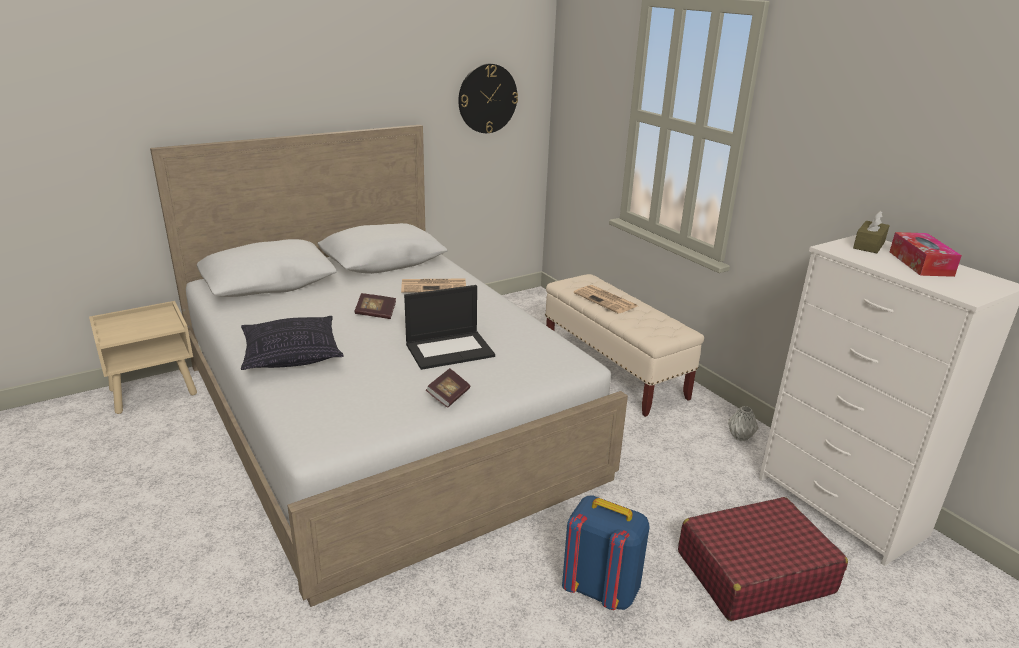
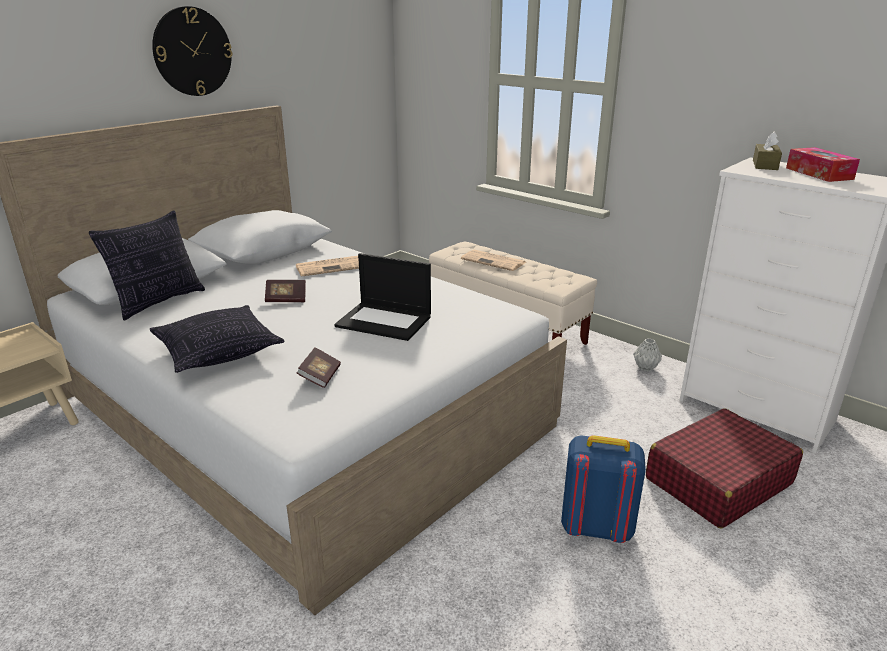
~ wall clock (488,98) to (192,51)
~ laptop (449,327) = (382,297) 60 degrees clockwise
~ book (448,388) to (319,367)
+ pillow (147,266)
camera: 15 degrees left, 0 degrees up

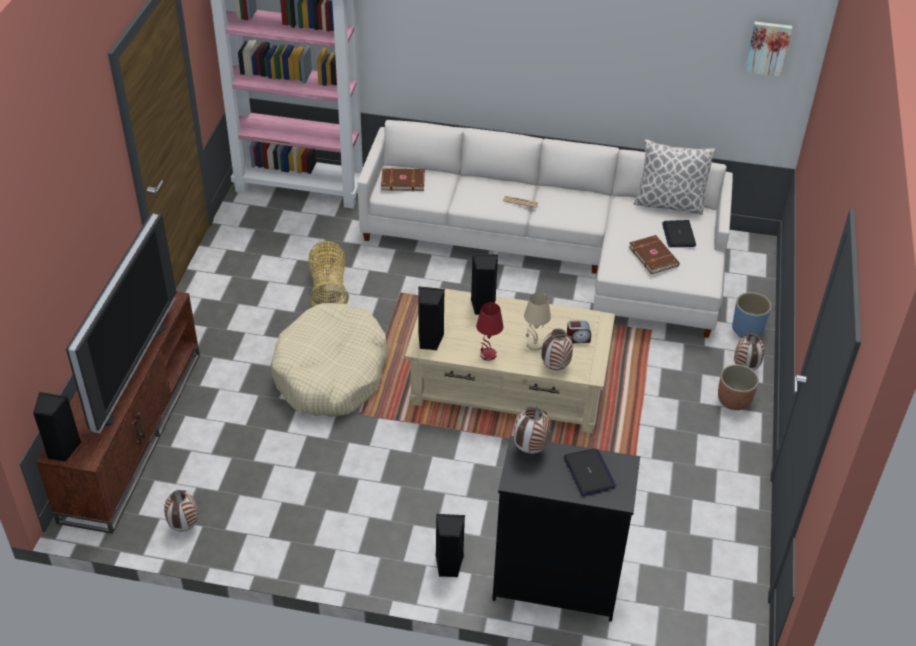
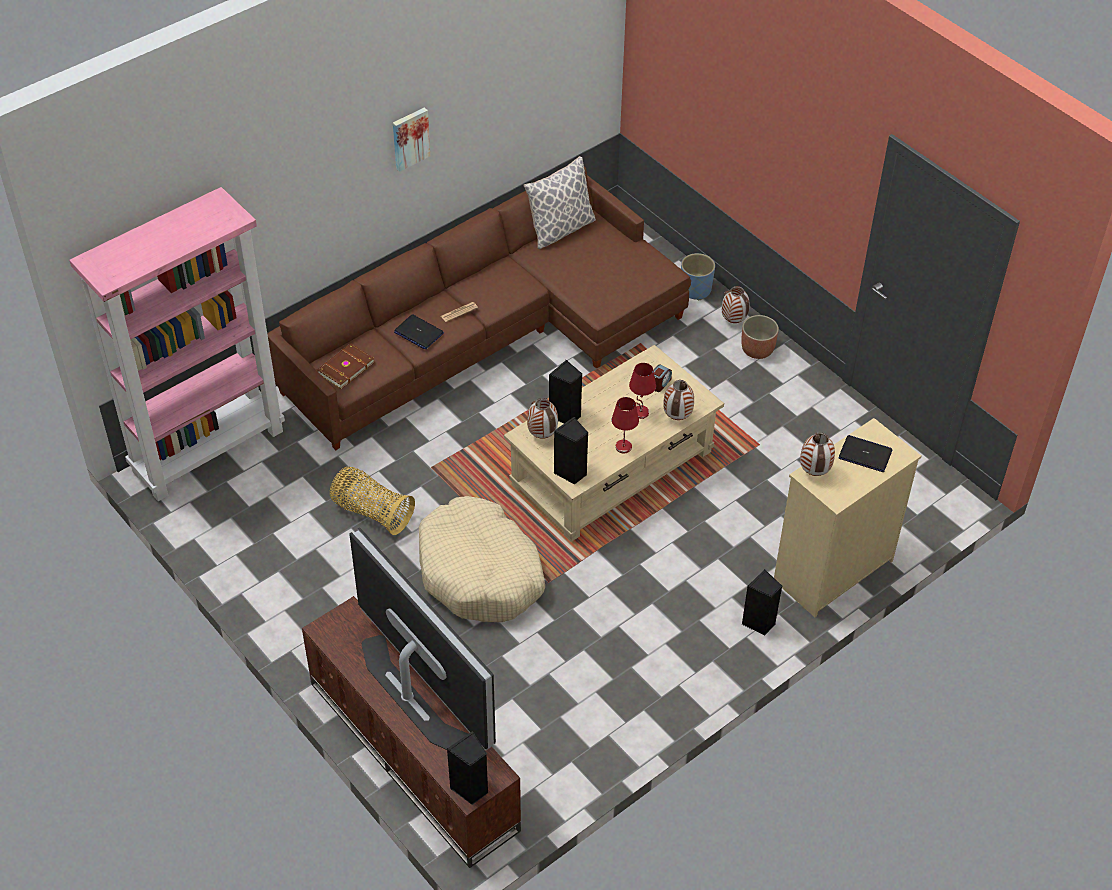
~ picture (768,49) to (411,139)
~ white sofa (545,229) to brown sofa (479,308)
~ laptop (679,233) to (419,331)
- brown book (654,254)
~ beige table lamp (537,322) to red table lamp (642,391)
~ black dresser (566,529) to beige dresser (847,517)
~ vase (181,510) to (542,418)
camera: 50 degrees left, 5 degrees up

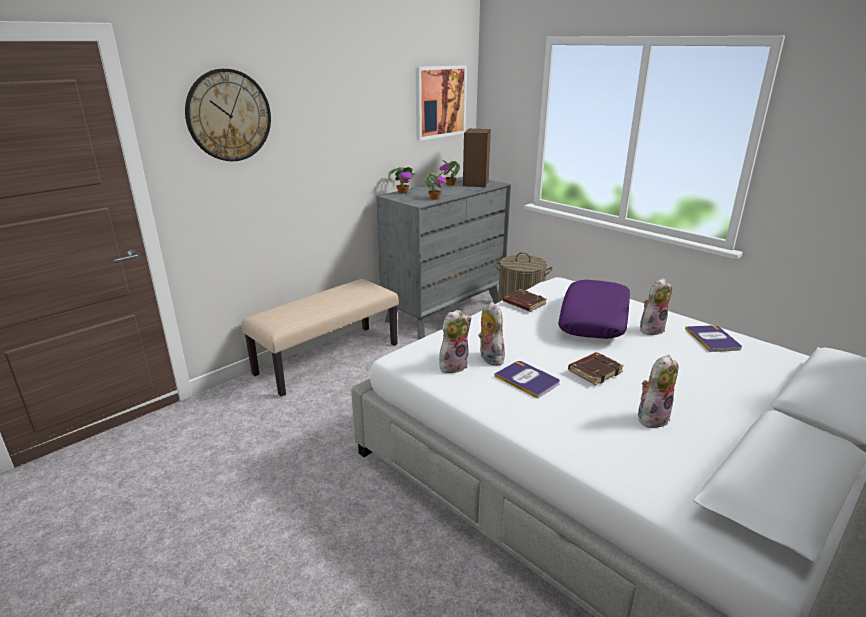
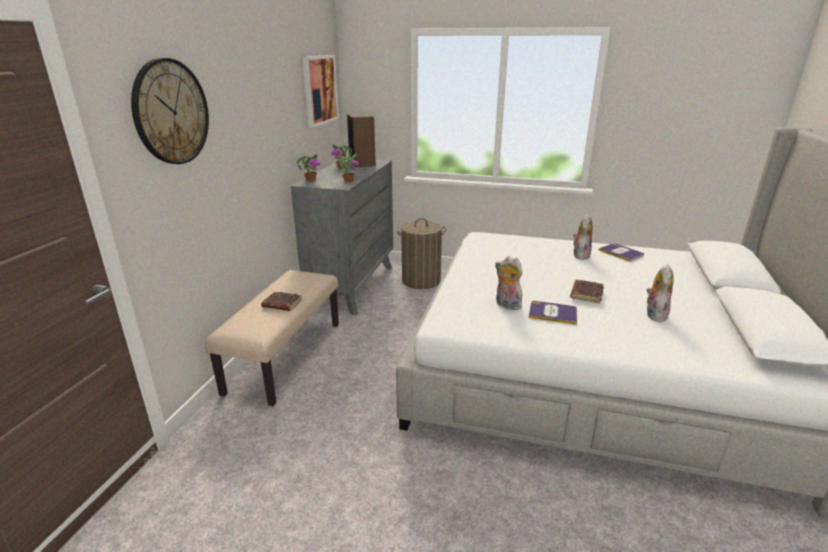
- purple pillow (594,309)
~ brown book (525,300) to (281,301)
- plush toy (455,341)
camera: 30 degrees left, 0 degrees up

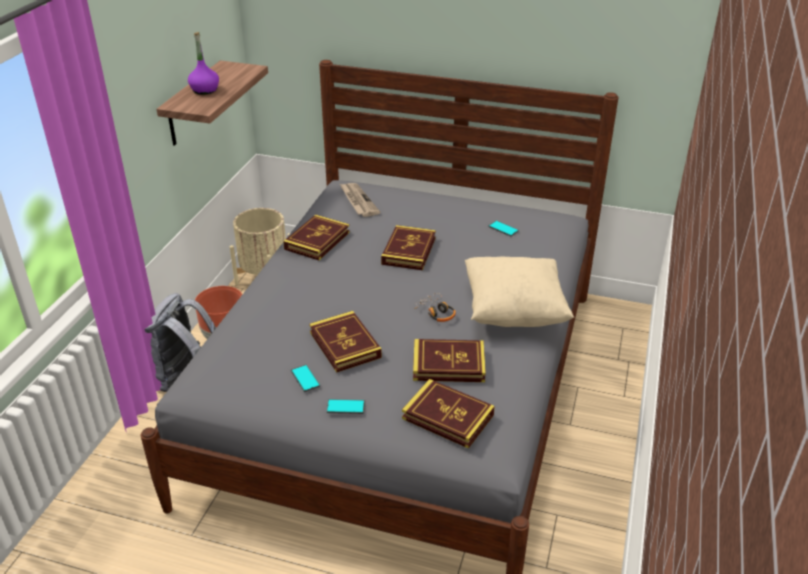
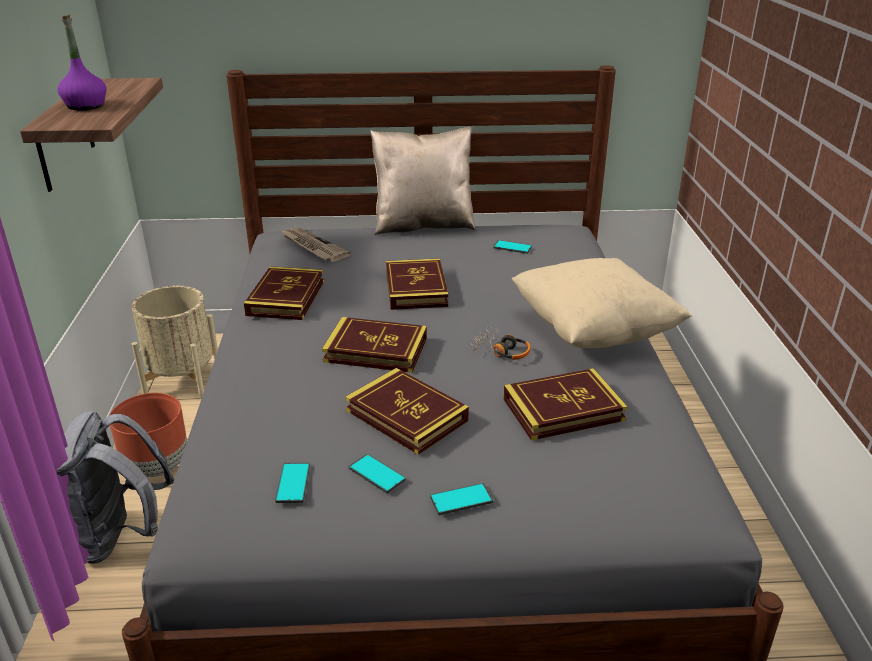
~ book (448,414) to (374,345)
+ beige pillow (423,181)
+ phone (292,483)
camera: 20 degrees left, 5 degrees down

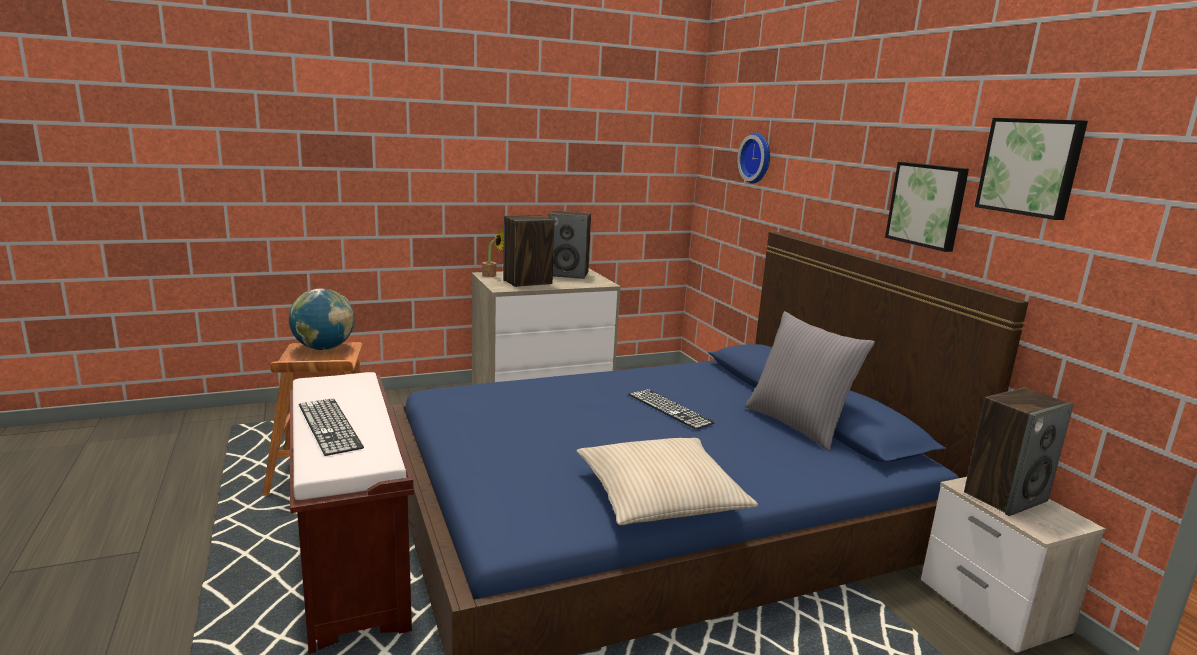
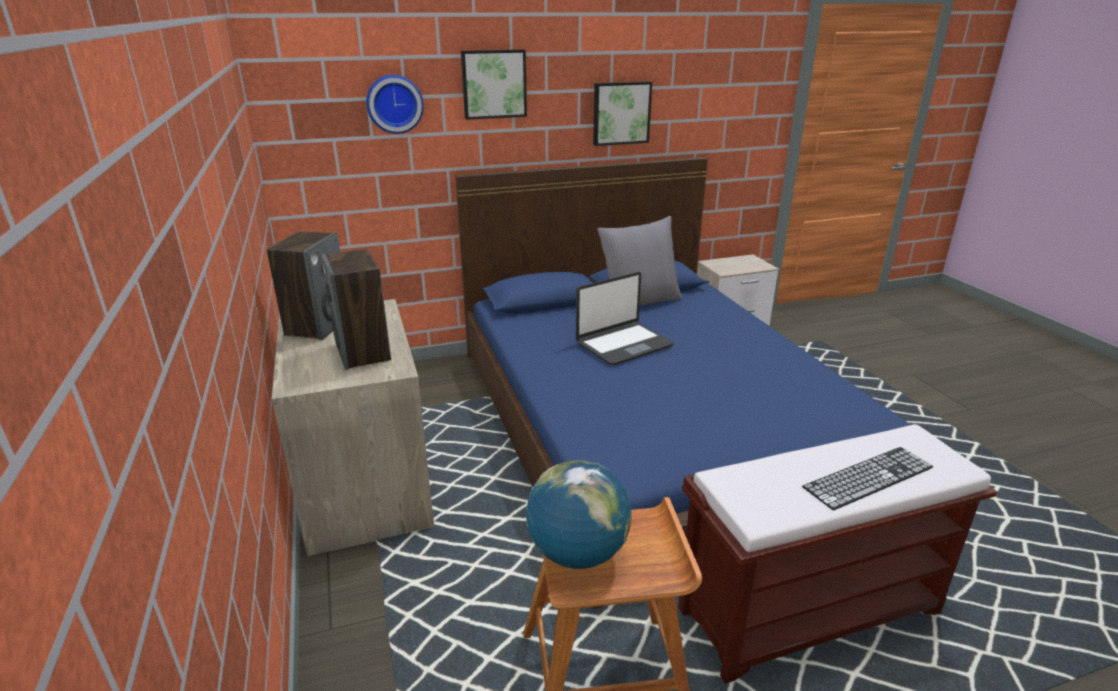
~ picture (1031,169) to (494,84)
- potted plant (493,253)
- speaker (1019,452)
~ keyboard (672,409) to laptop (625,318)
- beige pillow (667,481)
camera: 85 degrees left, 10 degrees up

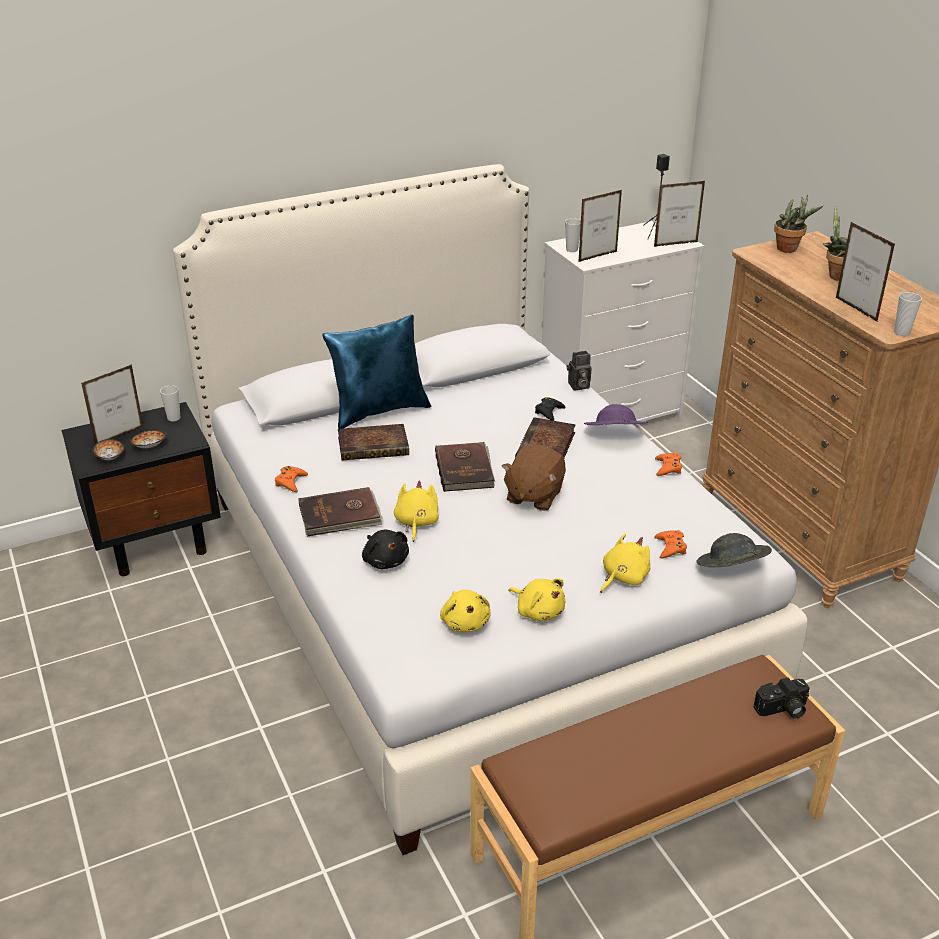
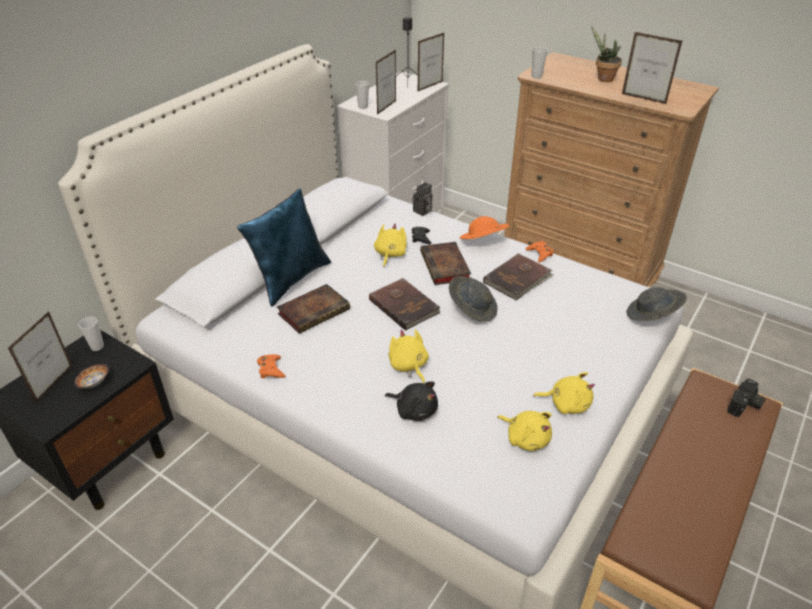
- potted plant (798,224)
~ cup (908,314) to (540,63)
~ purple hat (616,414) to orange hat (484,227)
- bowl (108,449)
~ brown plush toy (534,478) to grey hat (473,299)
~ brown book (340,512) to (518,277)
- orange game controller (670,544)
~ yellow plush toy (625,563) to (390,245)
camera: 30 degrees left, 5 degrees up

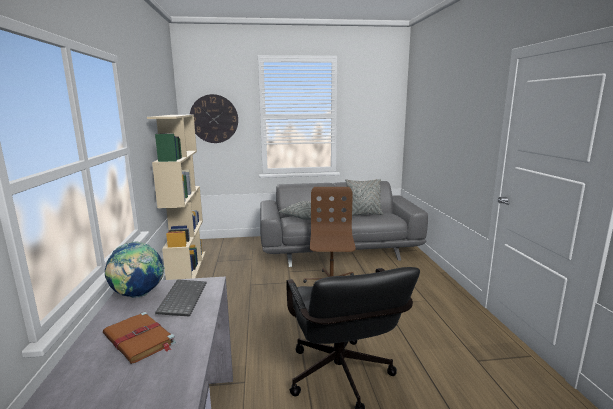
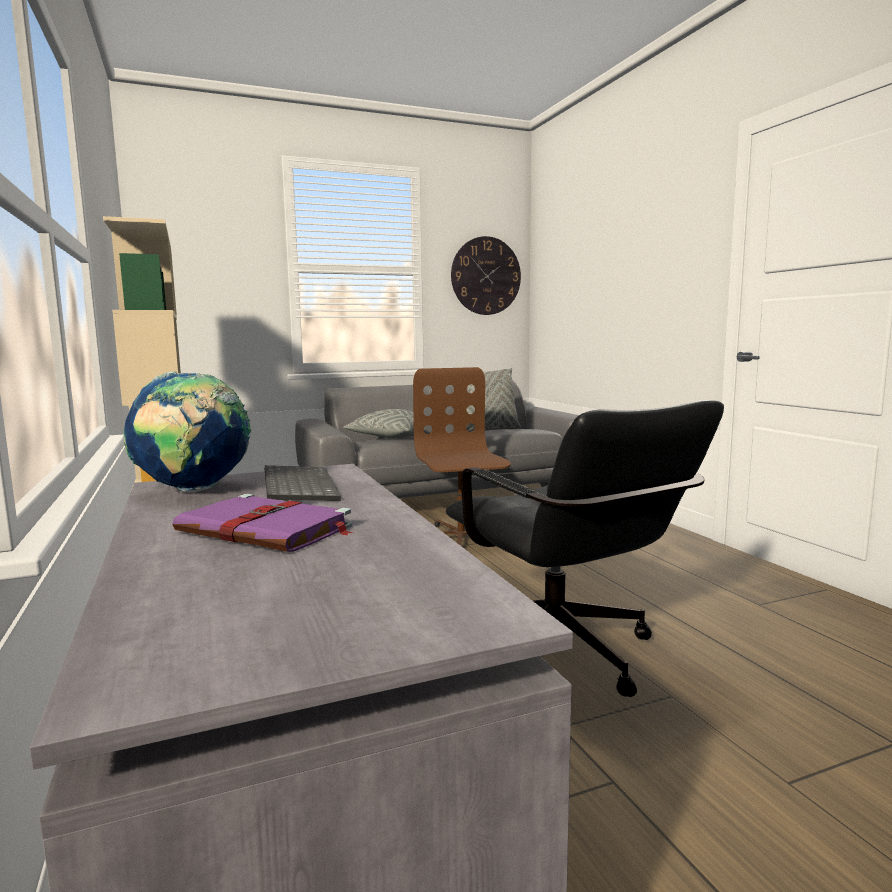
~ wall clock (214,118) to (486,275)
~ brown book (139,338) to purple book (263,523)
camera: 15 degrees left, 5 degrees down

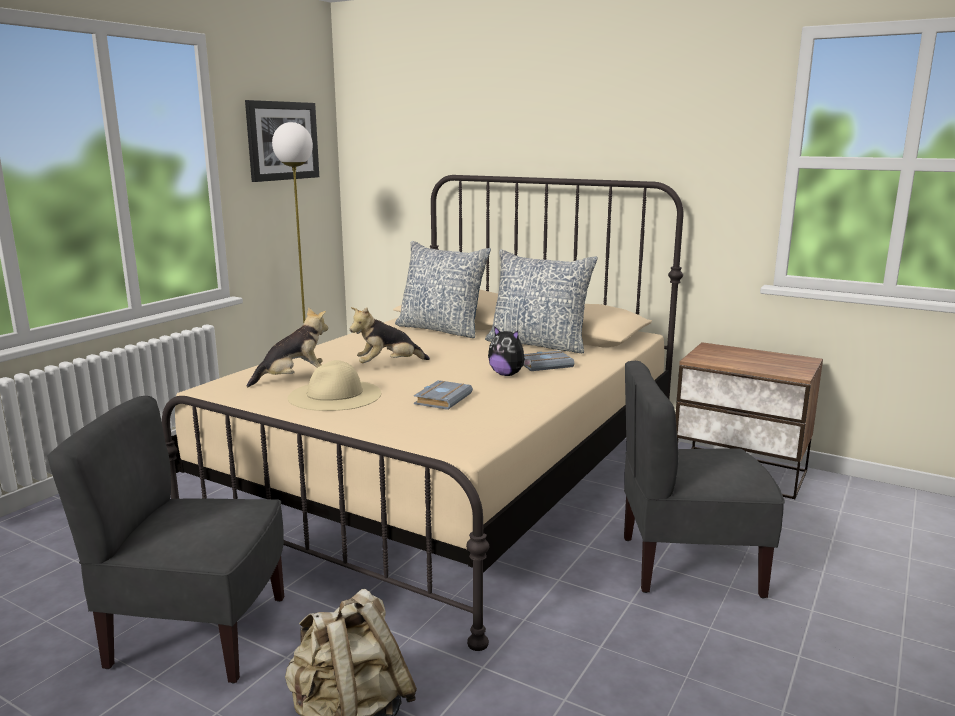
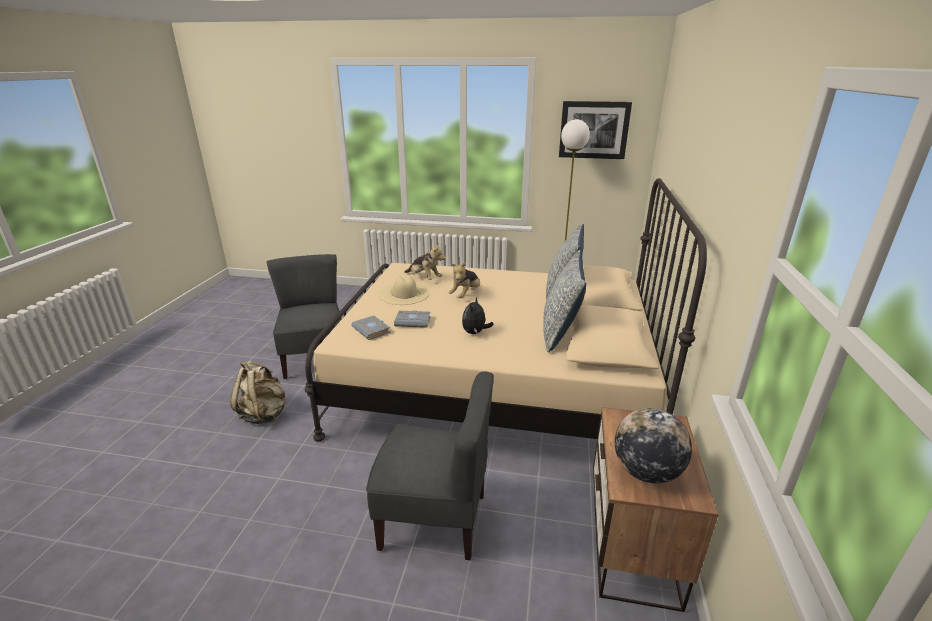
~ plush toy (390,335) = (464,280) 105 degrees counterclockwise
~ grey book (549,361) to (371,327)
~ grey chair (704,480) = (430,466) 120 degrees clockwise
+ globe (653,445)
camera: 70 degrees right, 10 degrees up

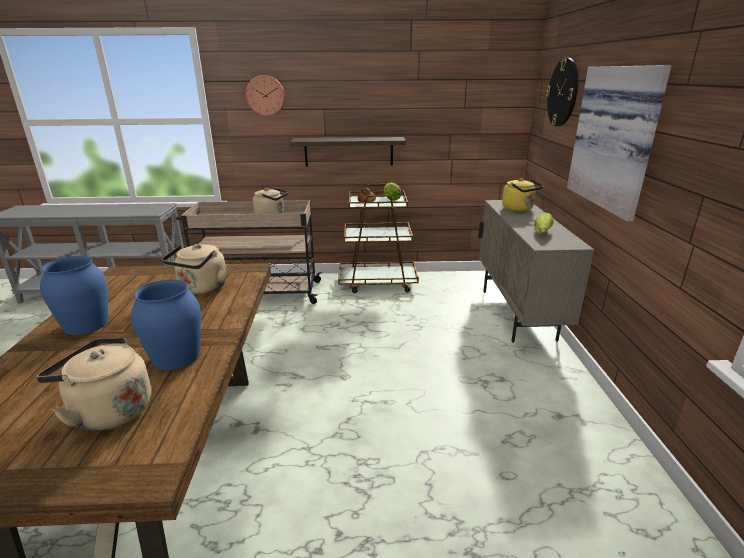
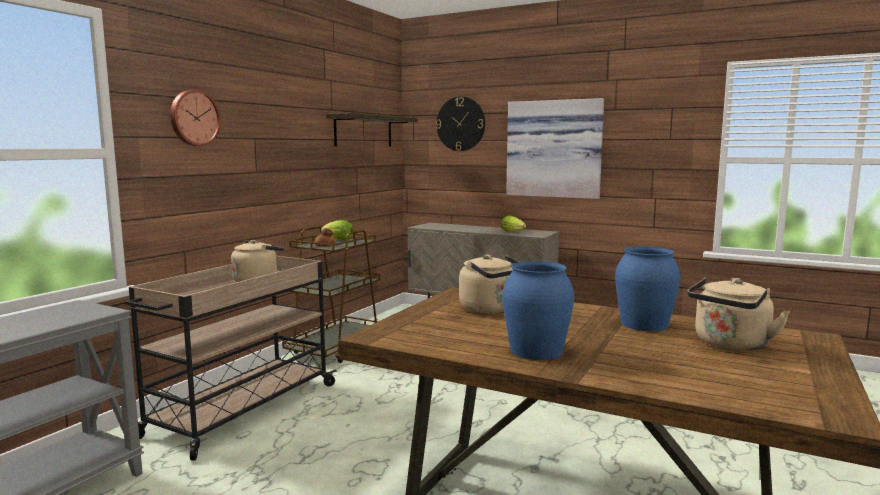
~ shelf (348,151) to (372,130)
- yellow kettle (522,194)
camera: 60 degrees left, 15 degrees down

